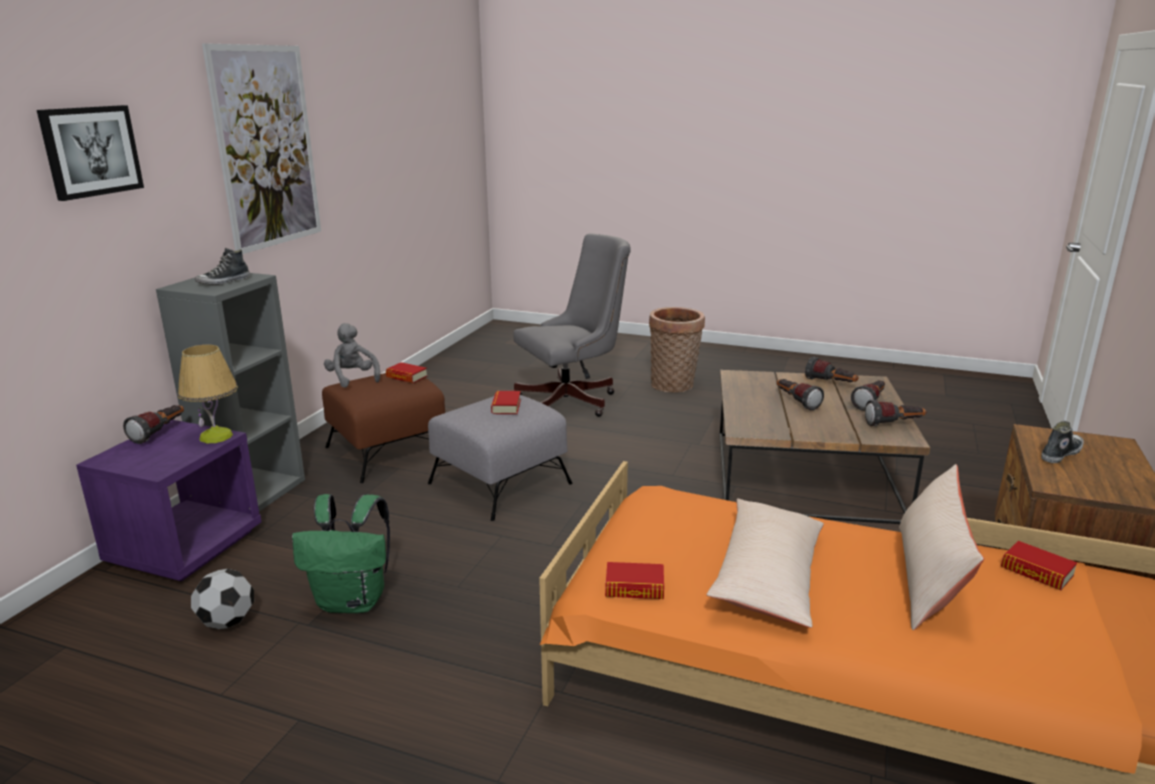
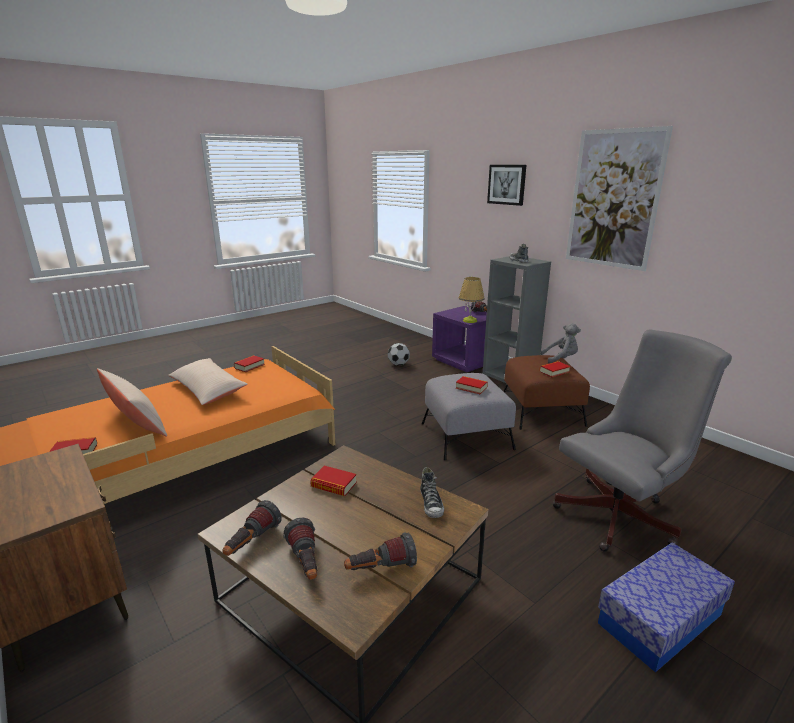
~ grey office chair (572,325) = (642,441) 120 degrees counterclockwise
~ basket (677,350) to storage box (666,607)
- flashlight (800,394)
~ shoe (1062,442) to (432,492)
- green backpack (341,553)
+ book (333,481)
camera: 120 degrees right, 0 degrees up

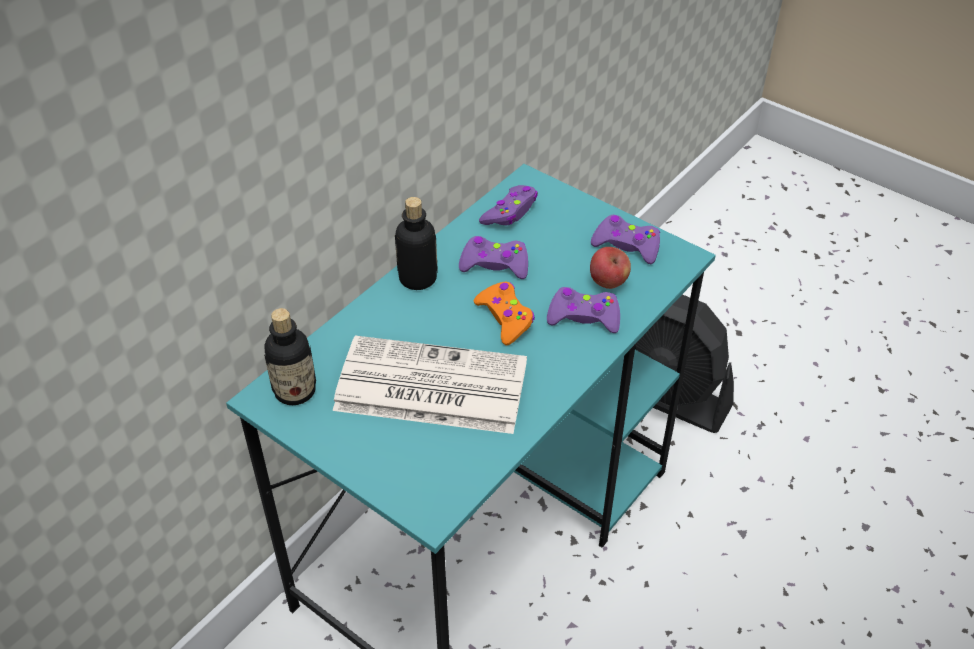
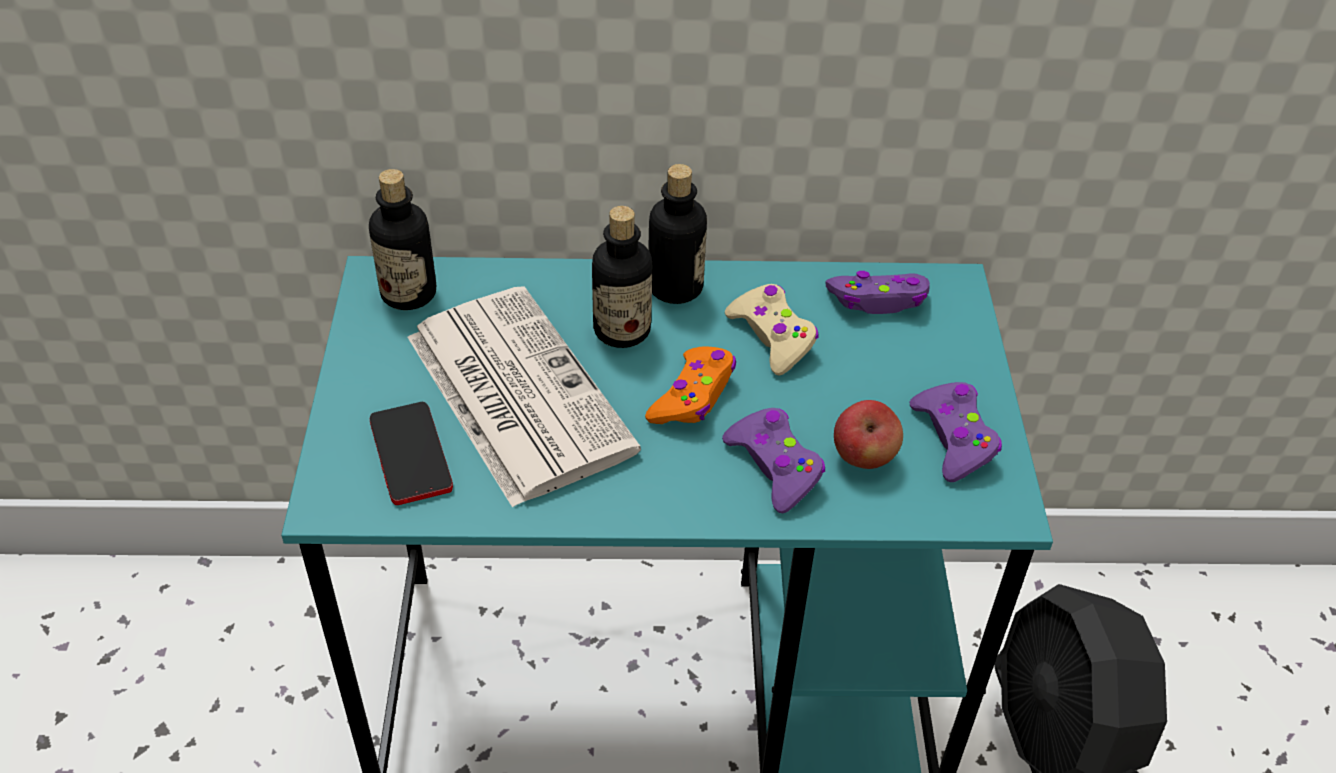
~ purple game controller (493,257) to beige game controller (772,329)
+ bottle (622,277)
+ phone (411,453)
camera: 50 degrees right, 0 degrees up

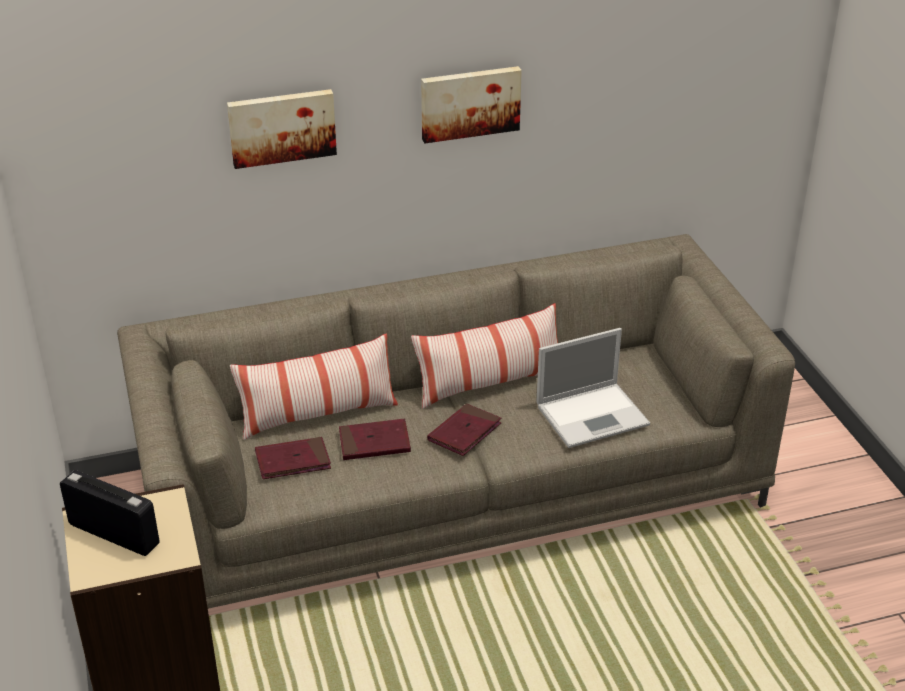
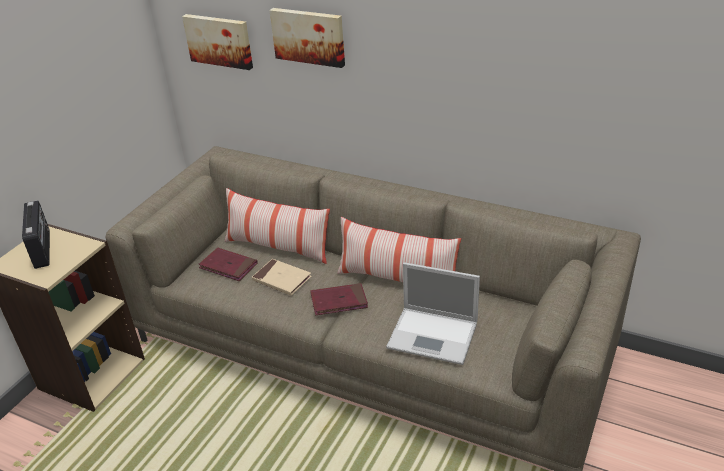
~ picture (471,104) to (217,42)
~ red book (375,439) to beige book (282,277)
camera: 45 degrees right, 0 degrees up

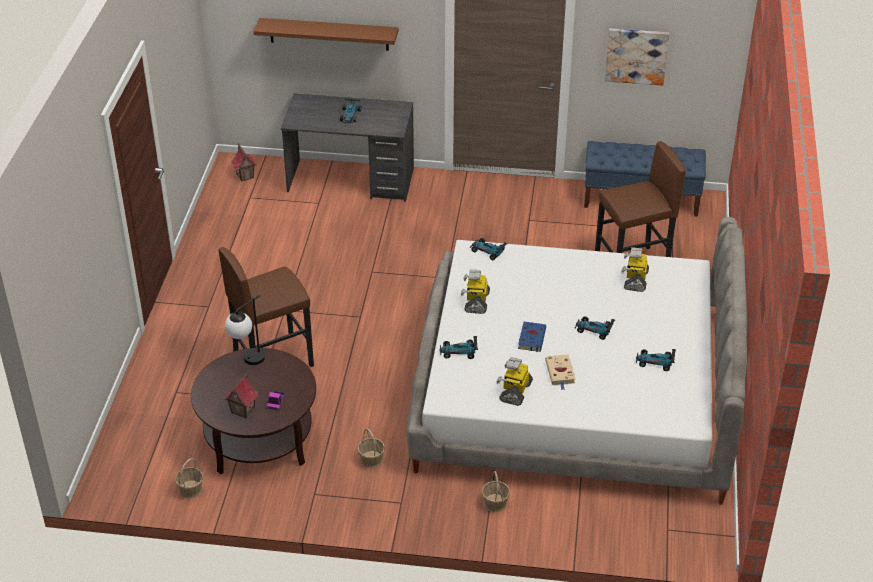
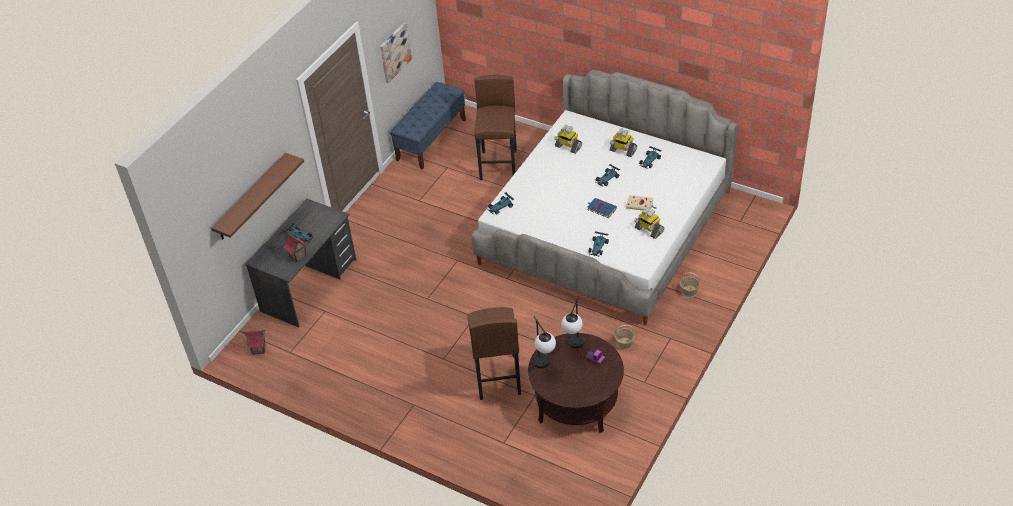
~ toy robot (475,291) to (623,143)
~ toy house (241,394) to (295,246)
- basket (189,478)
+ table lamp (572,322)
camera: 65 degrees left, 5 degrees up

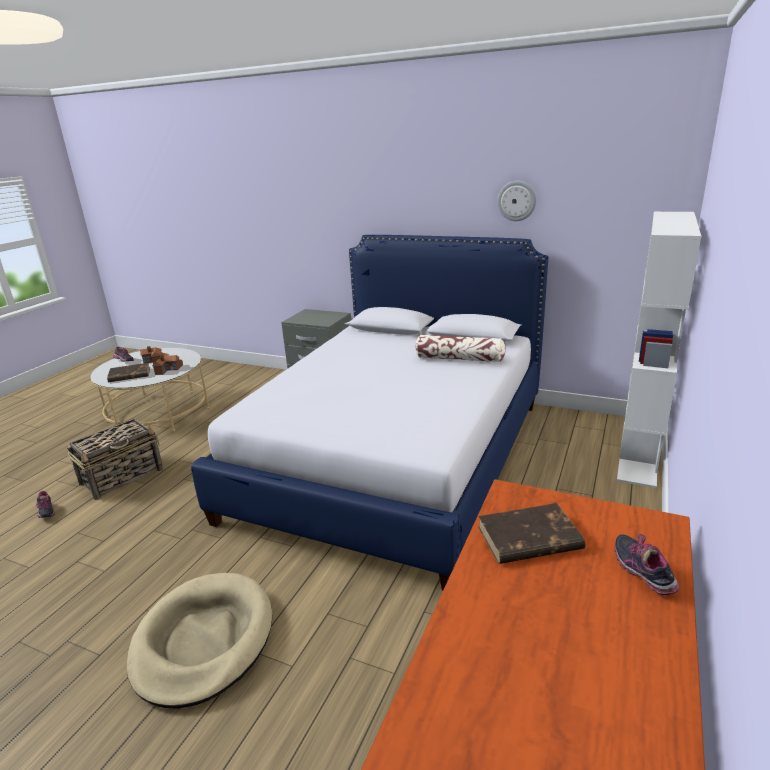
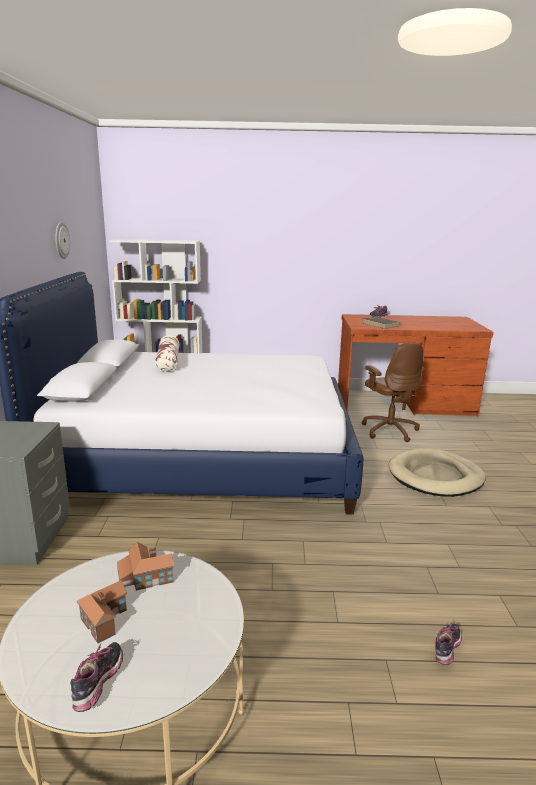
- brown book (128,372)
- basket (114,459)
+ brown office chair (393,392)
camera: 115 degrees left, 5 degrees down

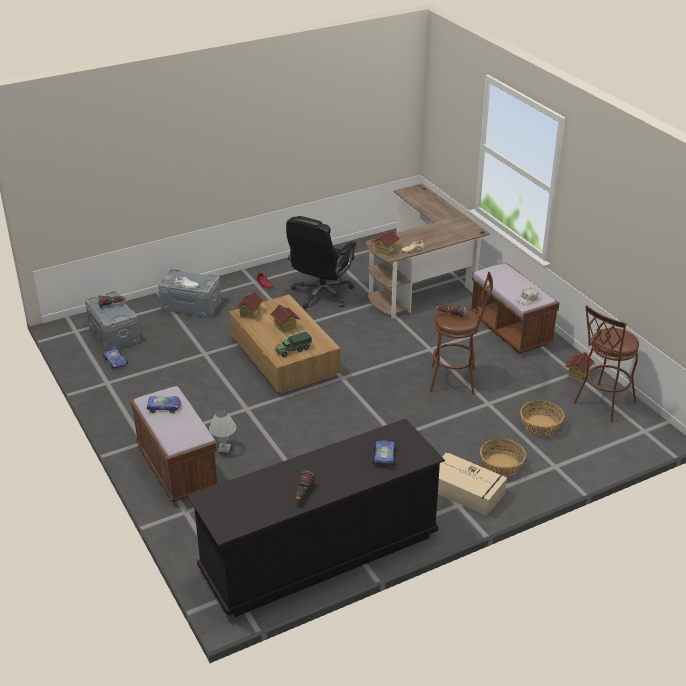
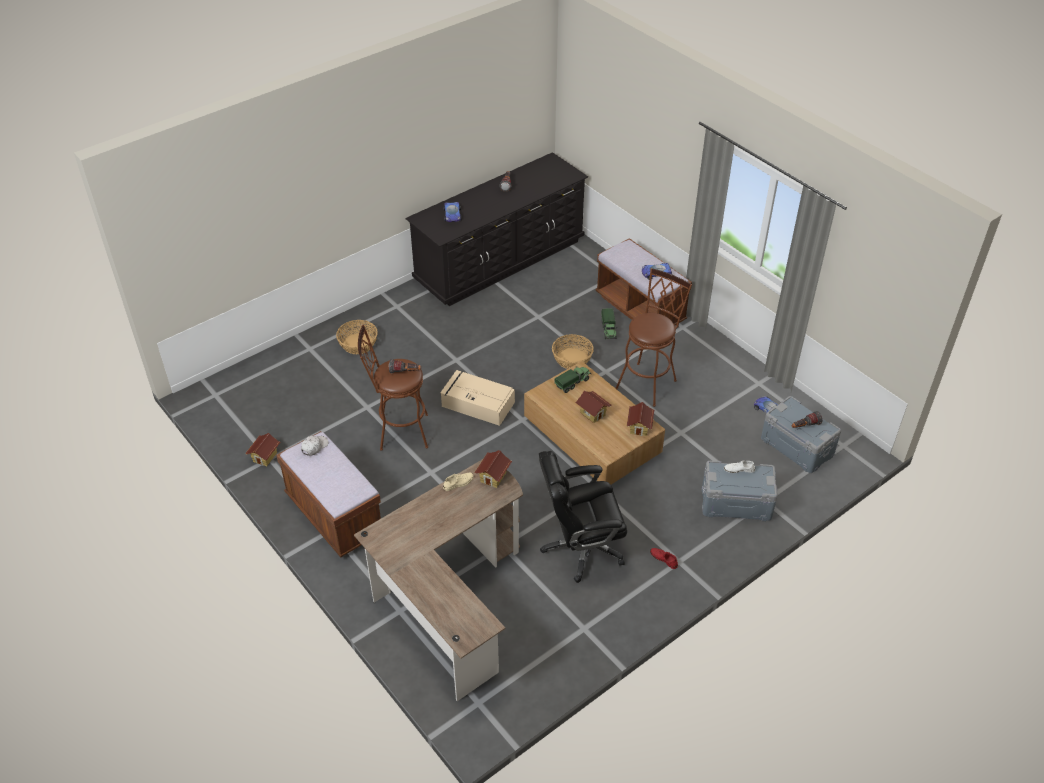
~ black office chair (321,262) = (583,517) 120 degrees counterclockwise
~ brown stool (606,364) to (653,337)
~ basket (542,418) to (573,351)
~ white table lamp (222,431) to toy truck (609,323)
~ beige storage box (472,484) to (477,398)
camera: 170 degrees right, 10 degrees up

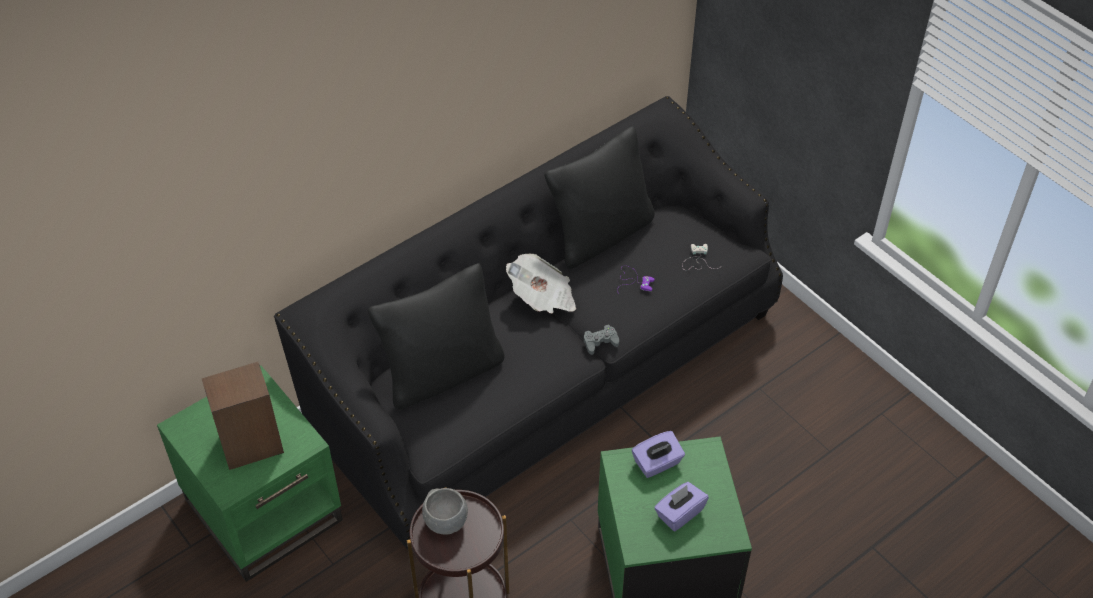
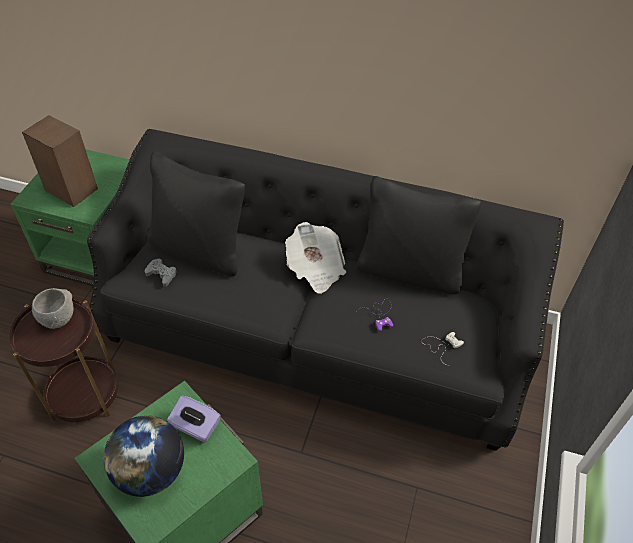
~ grey game controller (601,340) to (161,272)
~ purple tissue box (681,506) to globe (143,456)
camera: 55 degrees right, 0 degrees up

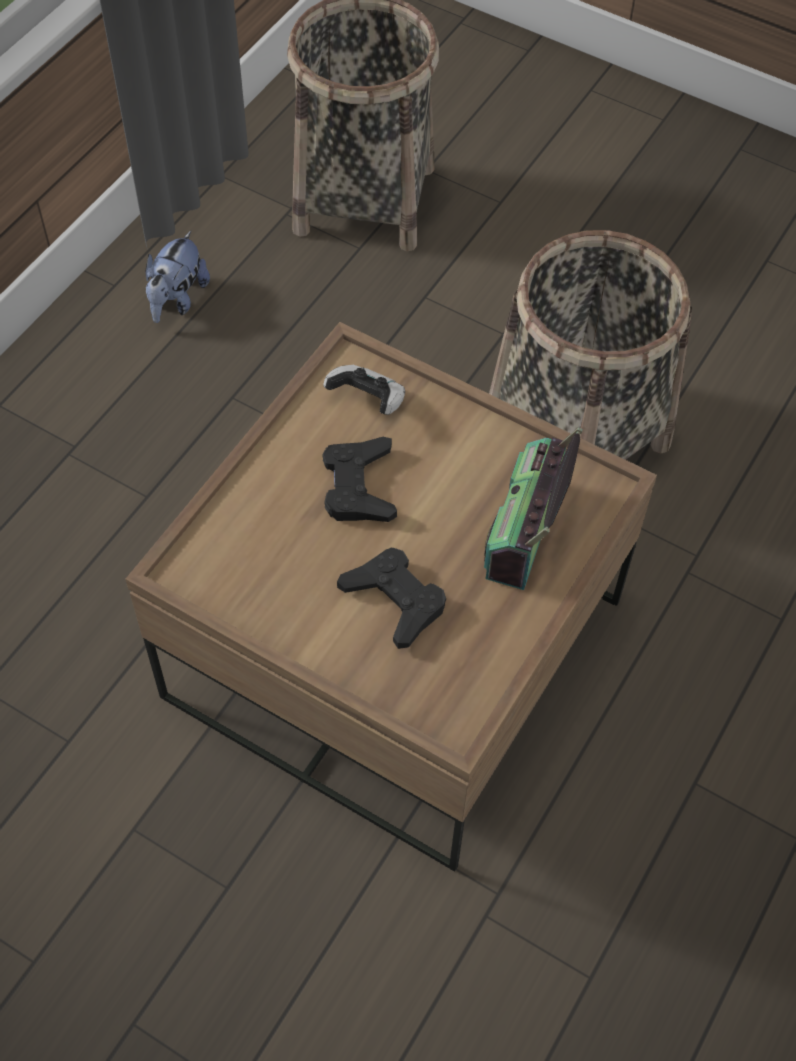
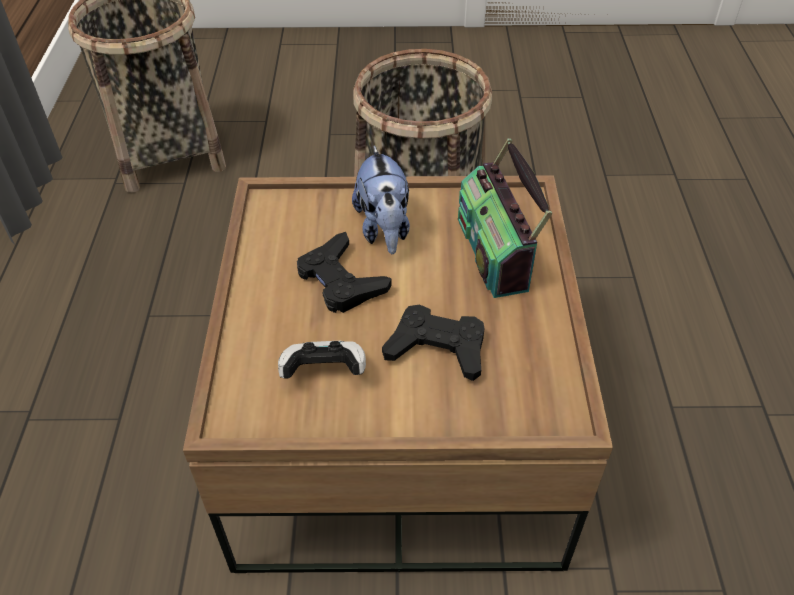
~ plush toy (178,277) to (381,200)
~ game controller (364,390) to (322,360)
camera: 30 degrees left, 10 degrees down

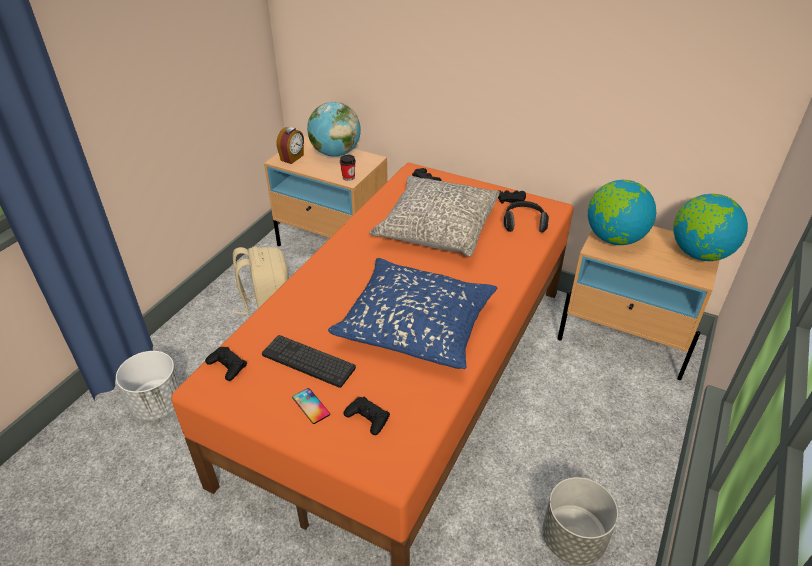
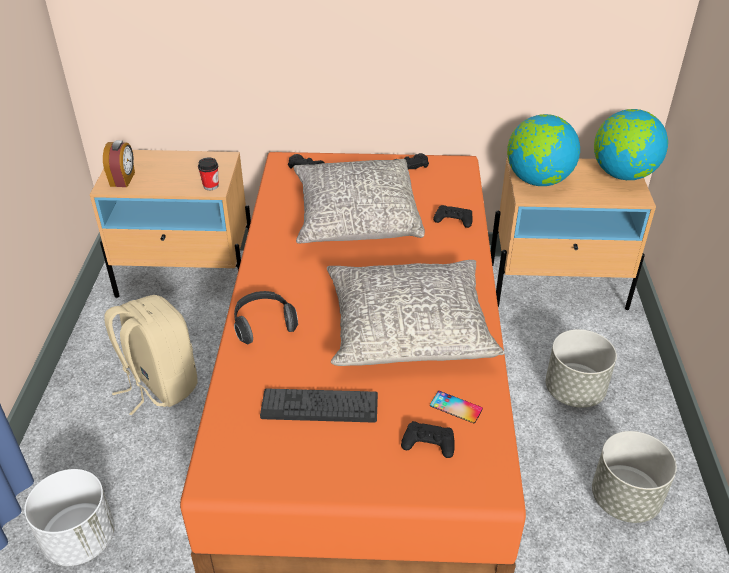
- globe (334,129)
~ headphones (526,217) to (266,318)
~ blue pillow (413,313) to grey pillow (415,313)
~ black game controller (226,364) to (453,216)
~ phone (311,406) to (456,407)
+ grey planter (581,368)
camera: 25 degrees left, 0 degrees up

